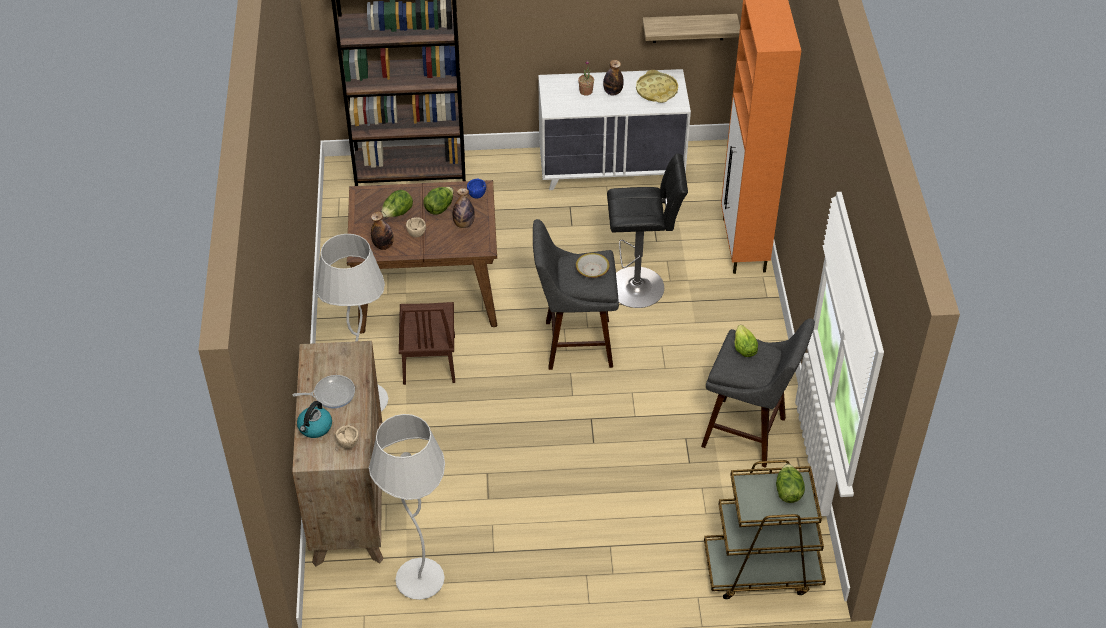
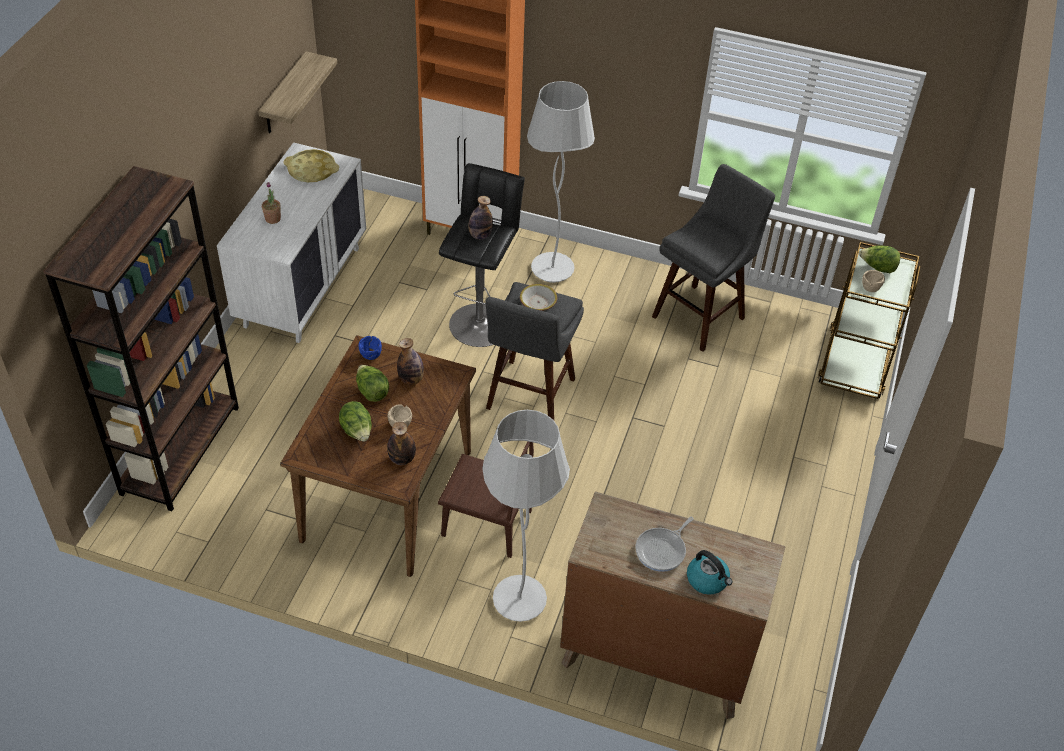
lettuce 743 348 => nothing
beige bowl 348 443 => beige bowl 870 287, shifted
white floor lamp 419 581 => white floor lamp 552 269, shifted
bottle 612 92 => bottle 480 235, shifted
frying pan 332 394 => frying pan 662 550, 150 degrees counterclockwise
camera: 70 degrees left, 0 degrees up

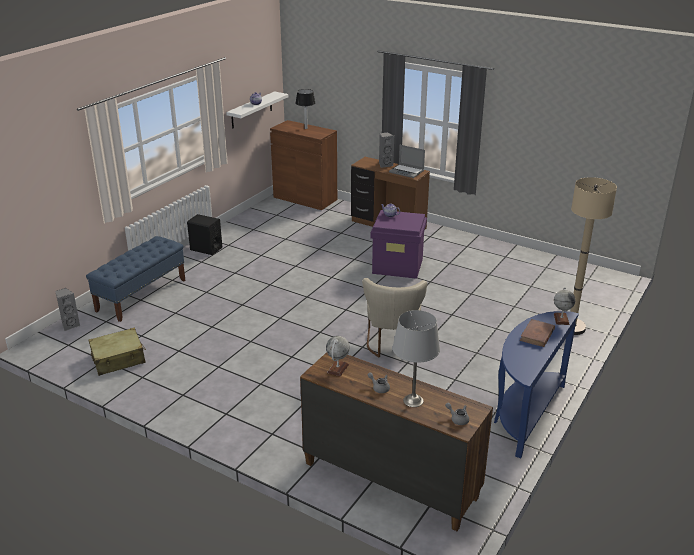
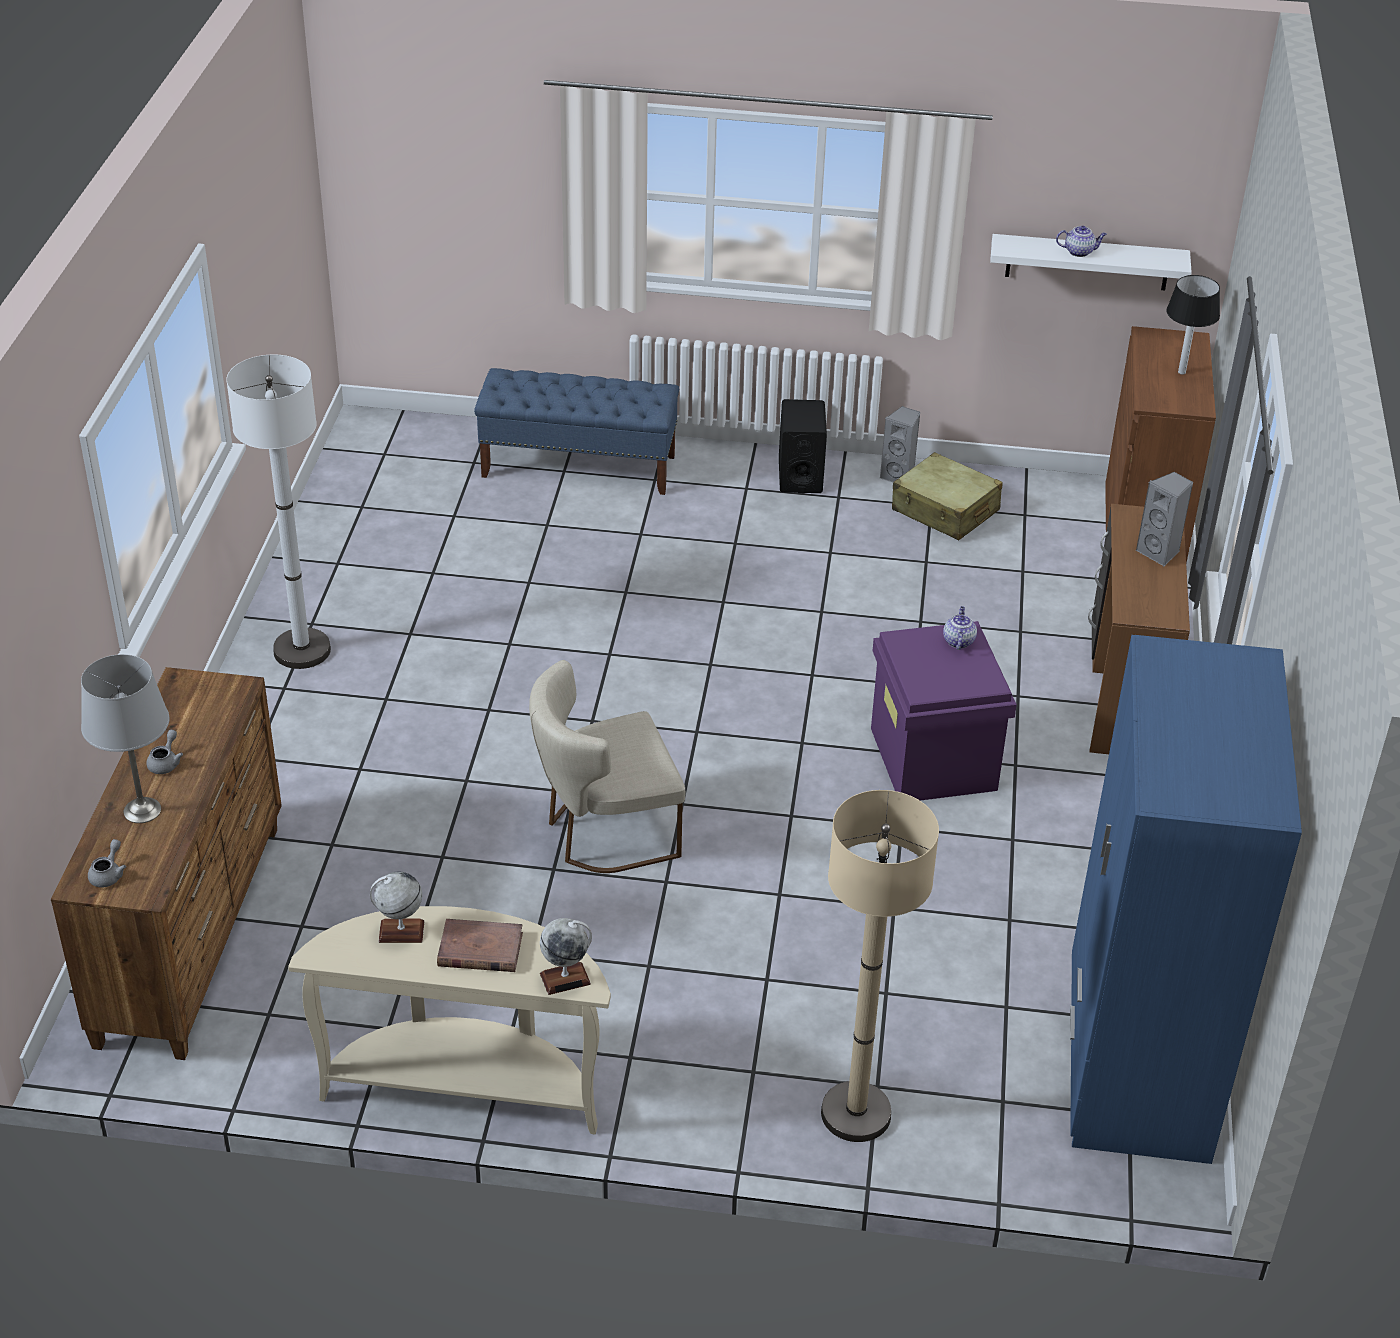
laptop 407 172 => nothing
nothing => white floor lamp 302 650
nothing => blue wardrobe 1136 1059
grey speaker 70 325 => grey speaker 899 476, shifted
beige suitcase 118 359 => beige suitcase 945 511, shifted
globe 337 369 => globe 401 931, shifted
blue console table 525 414 => beige console table 466 1085
camera: 65 degrees right, 10 degrees up

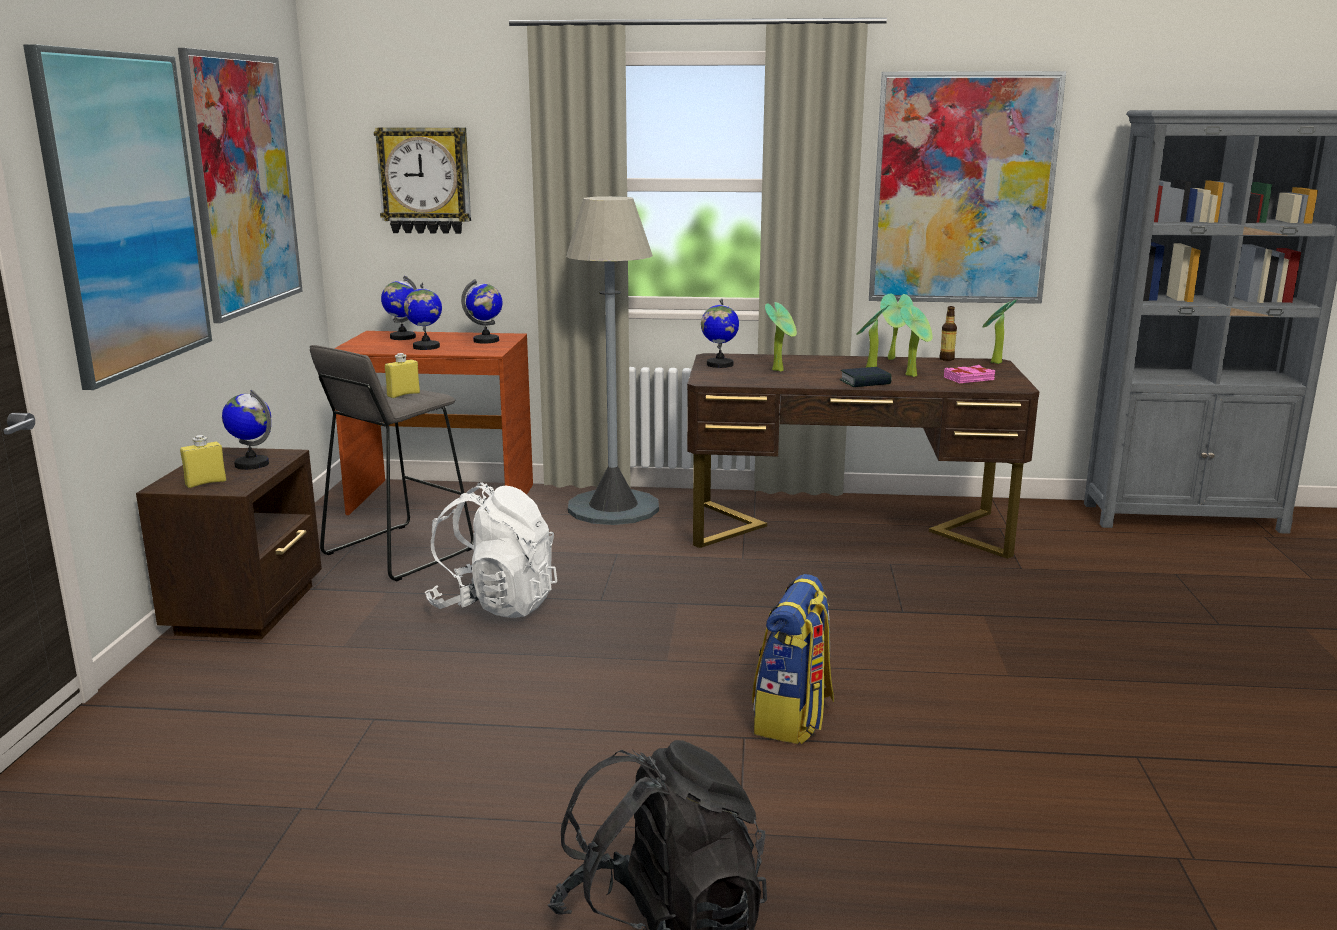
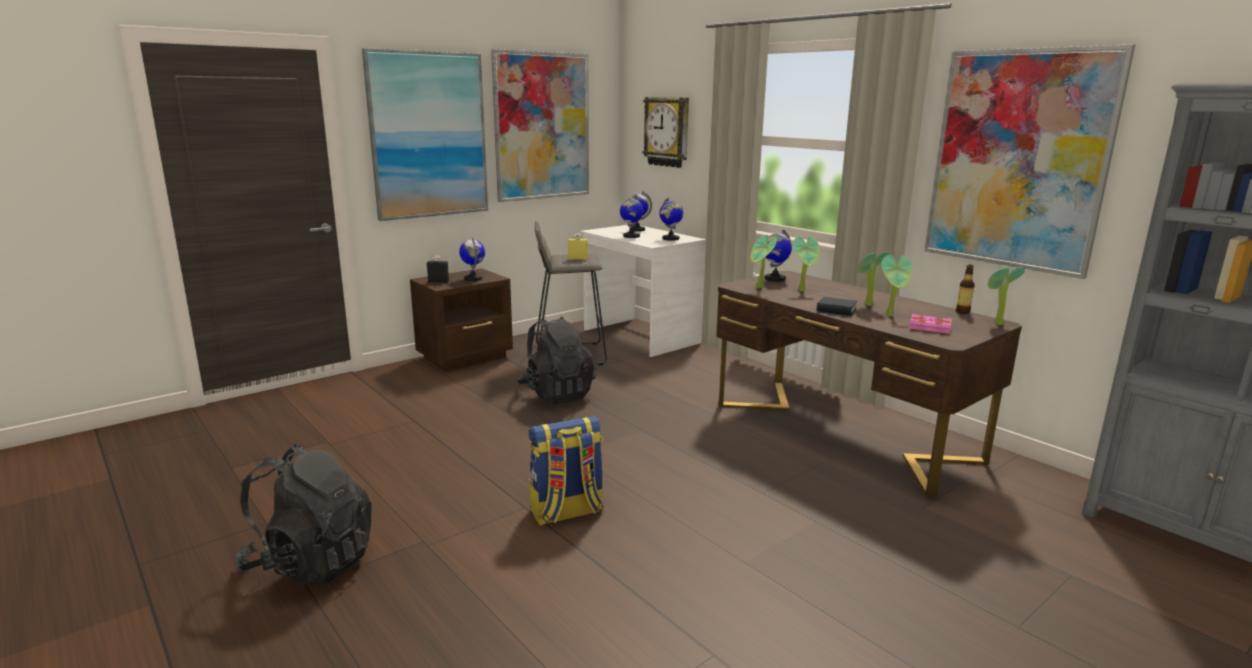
grey floor lamp 613 508 => nothing
potted plant 893 359 => potted plant 759 288, shifted
yellow bottle 205 483 => black bottle 438 281
brown desk 441 500 => white desk 640 336
white backpack 495 605 => black backpack 557 394
camera: 45 degrees right, 0 degrees up

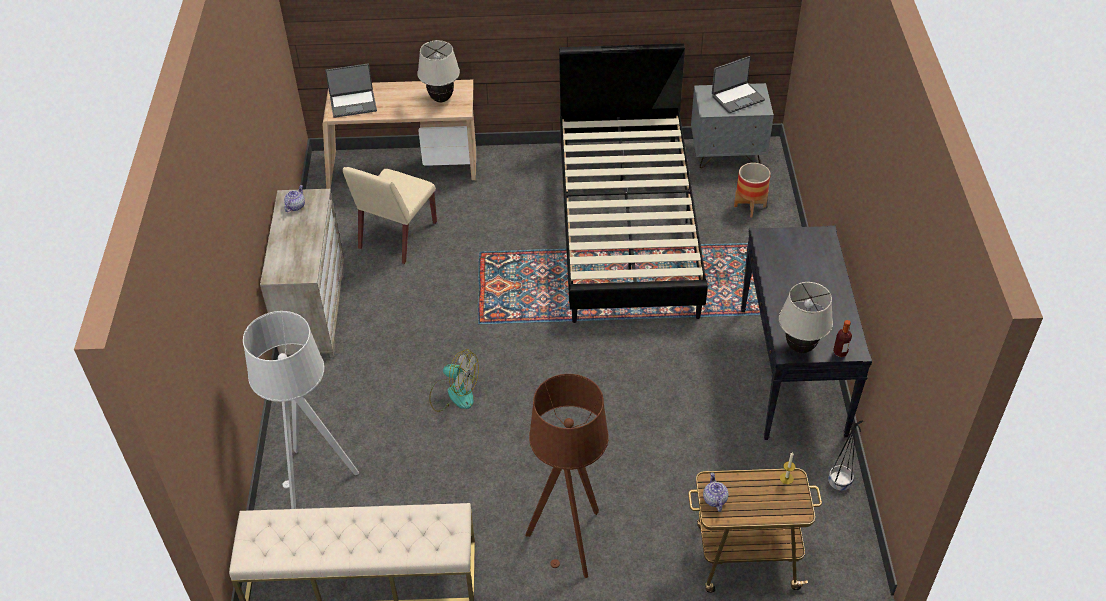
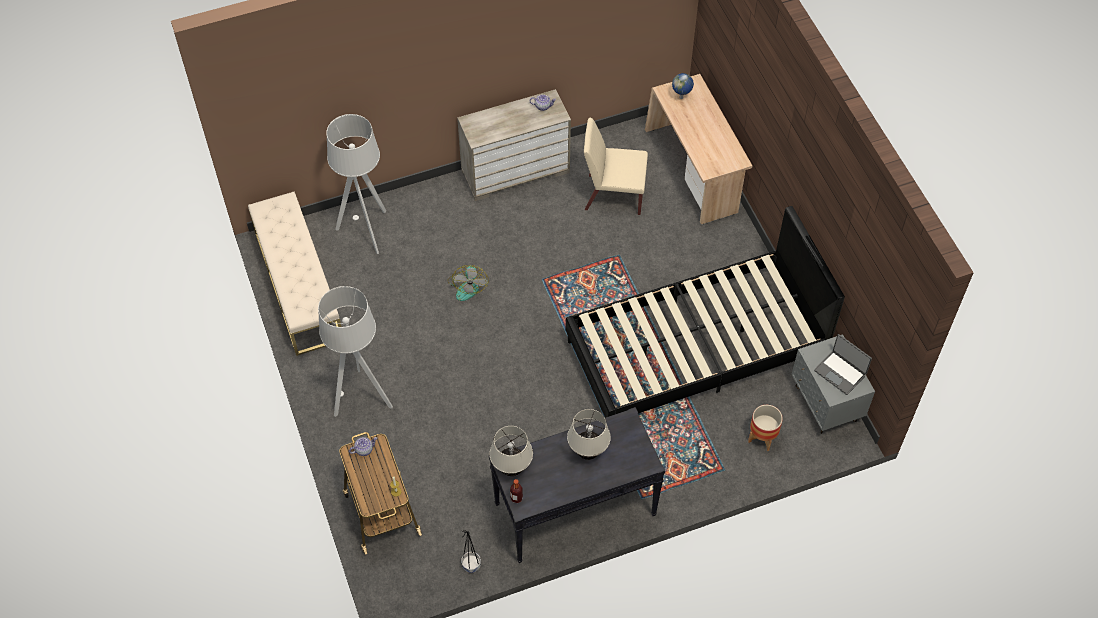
beige table lamp 441 99 => beige table lamp 587 452, shifted
laptop 353 104 => globe 681 98
brown floor lamp 569 541 => grey floor lamp 361 397
camera: 70 degrees right, 10 degrees up

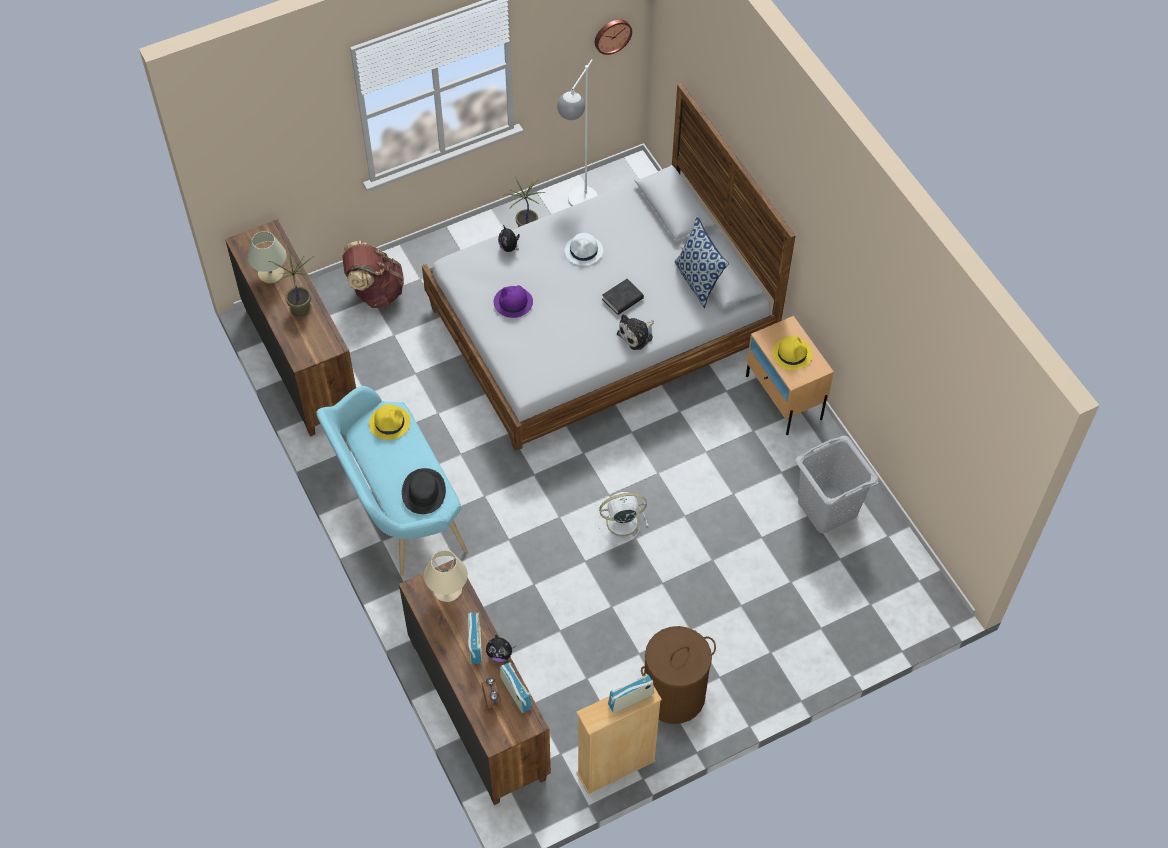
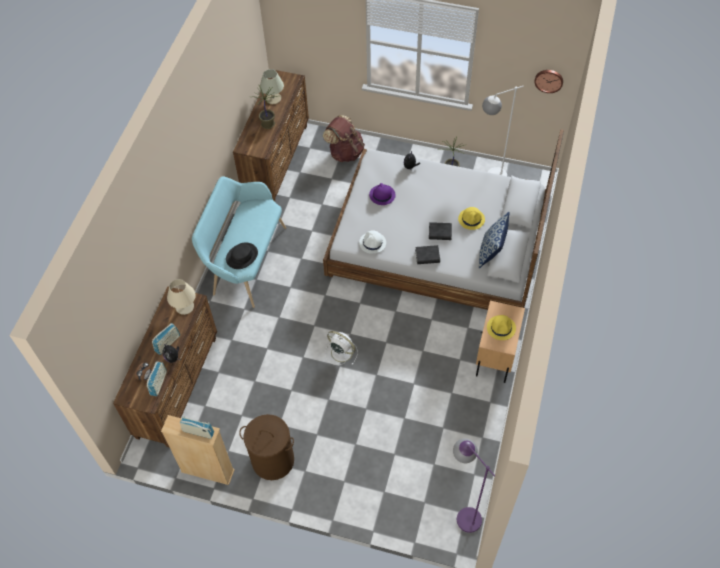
grey laundry basket 827 509 => nothing
nothing => purple floor lamp 463 513
yellow hat 390 423 => yellow hat 471 219, shifted
white hat 584 251 => white hat 372 243, shifted
plush toy 637 335 => black book 427 256
camera: 45 degrees right, 0 degrees up

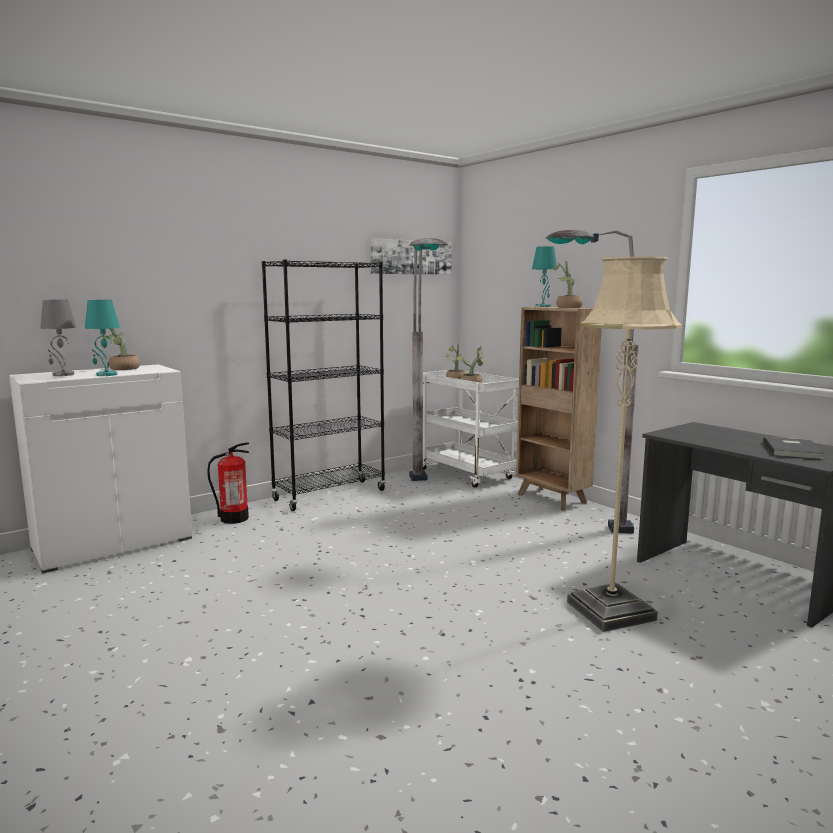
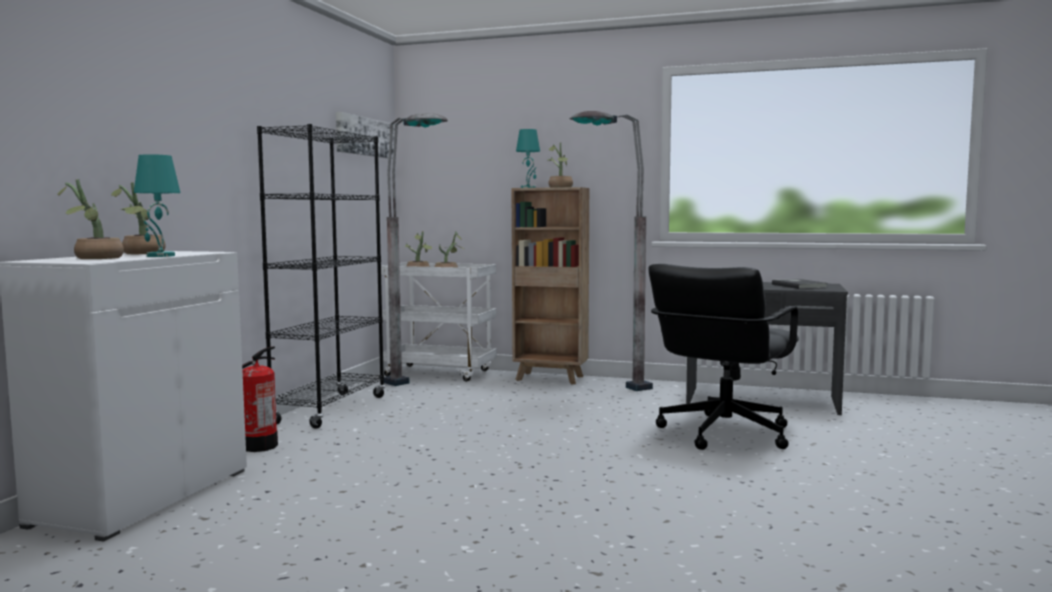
grey table lamp 63 375 => potted plant 93 258
beige floor lamp 610 611 => black office chair 723 433
camera: 35 degrees left, 5 degrees down

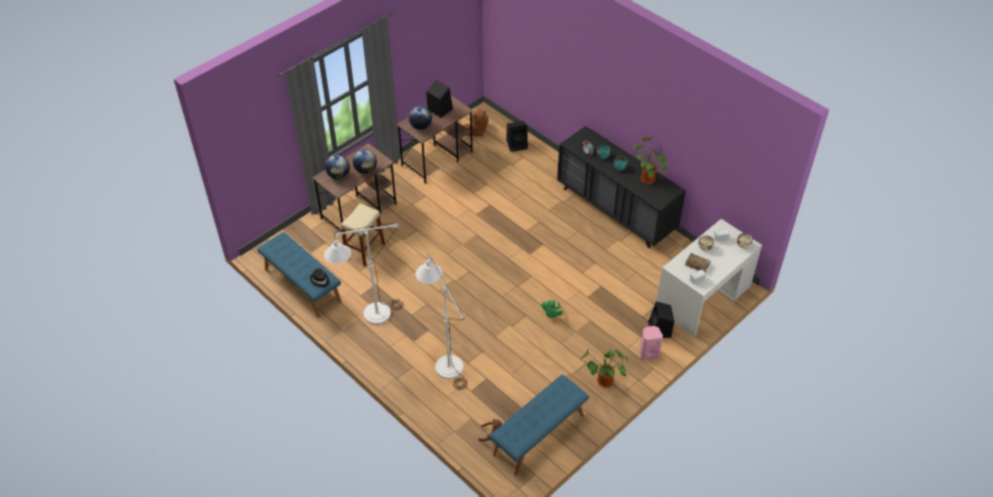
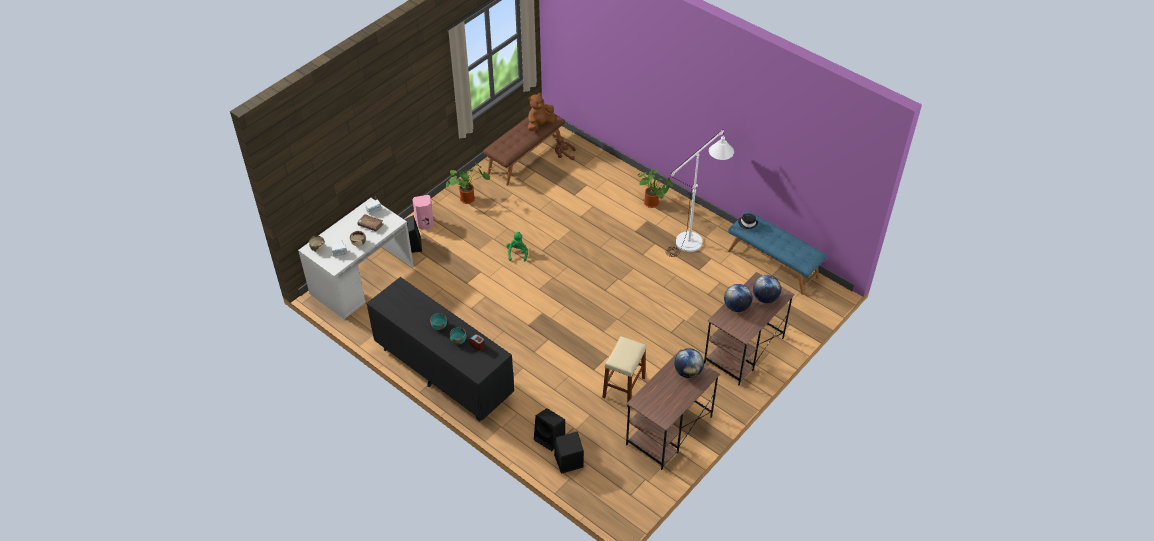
white floor lamp 445 361 => nothing
beige stool 364 250 => beige stool 624 387, shifted
black speaker 439 109 => black speaker 550 438, shifted
brown plush toy 476 132 => brown plush toy 540 124, shifted
potted plant 646 178 => potted plant 653 203, shifted
blue bench 539 435 => brown bench 525 157
camera: 175 degrees right, 0 degrees up

